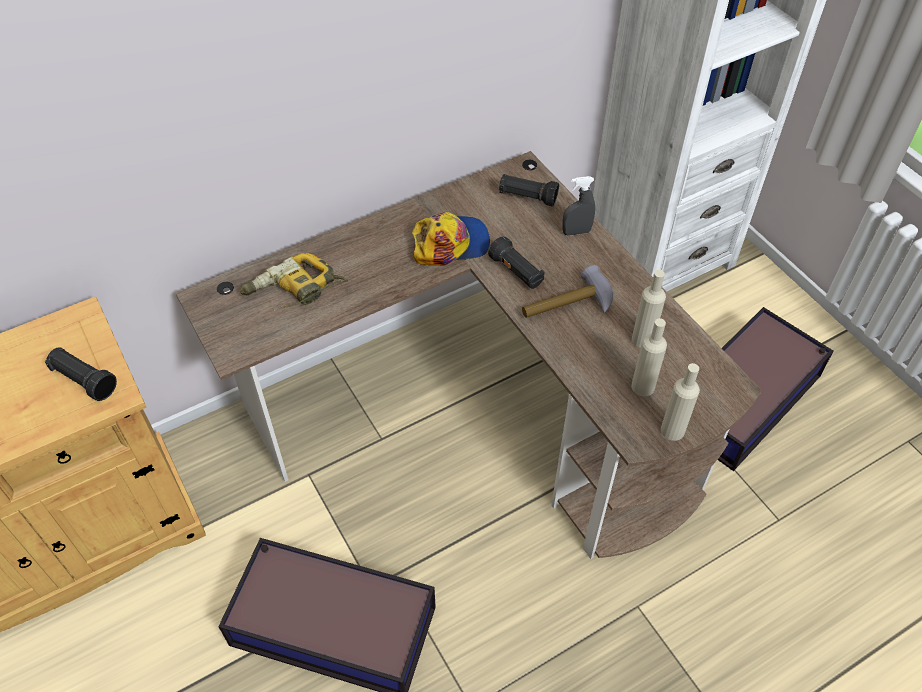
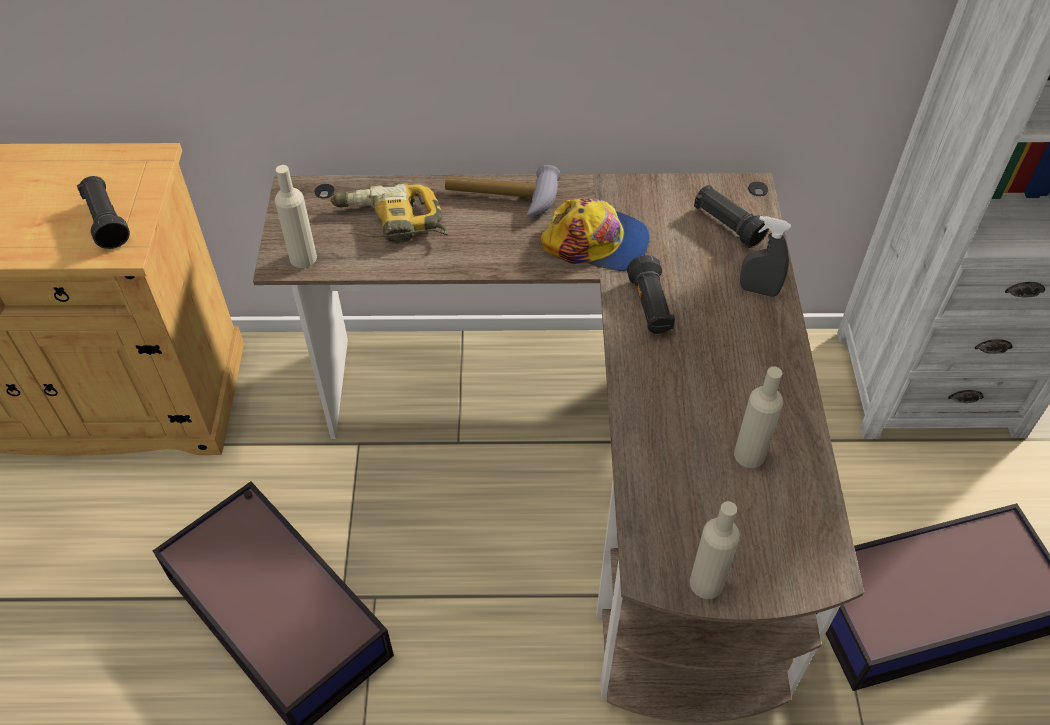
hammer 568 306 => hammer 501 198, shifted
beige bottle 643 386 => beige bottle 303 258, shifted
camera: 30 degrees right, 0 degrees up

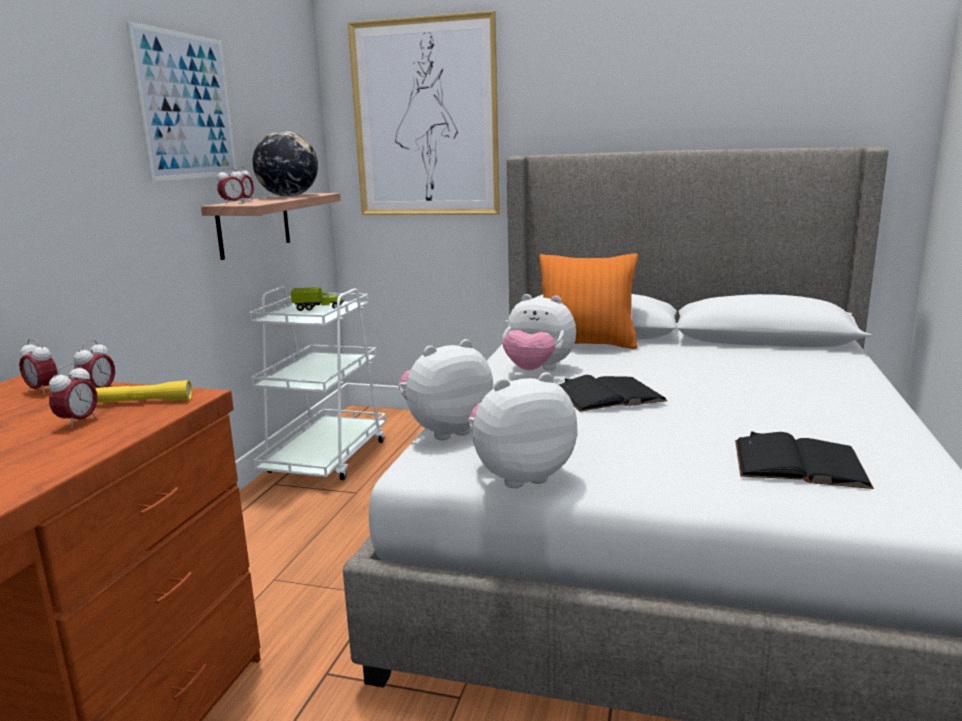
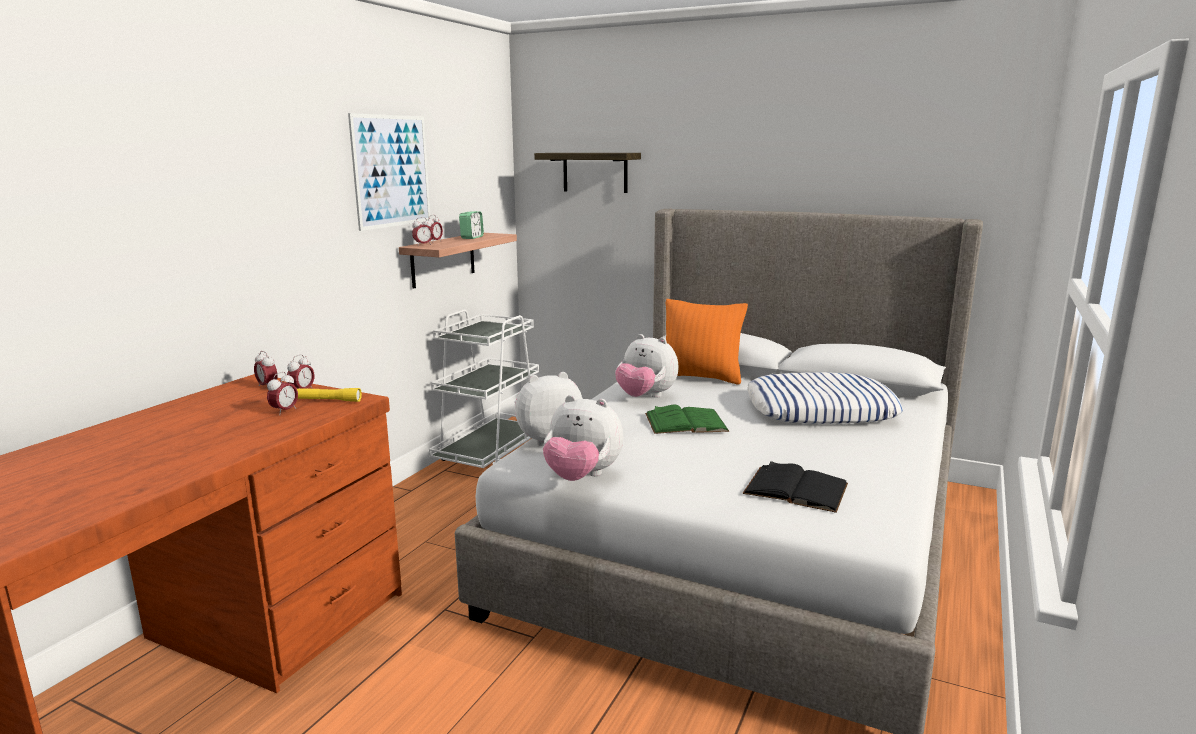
toy truck 319 308 => nothing
nothing => pillow 820 410
globe 288 196 => alarm clock 472 237
picture 425 119 => shelf 595 172
black book 608 395 => green book 685 422
plush toy 519 476 => plush toy 582 477, 150 degrees counterclockwise
camera: 10 degrees right, 0 degrees up

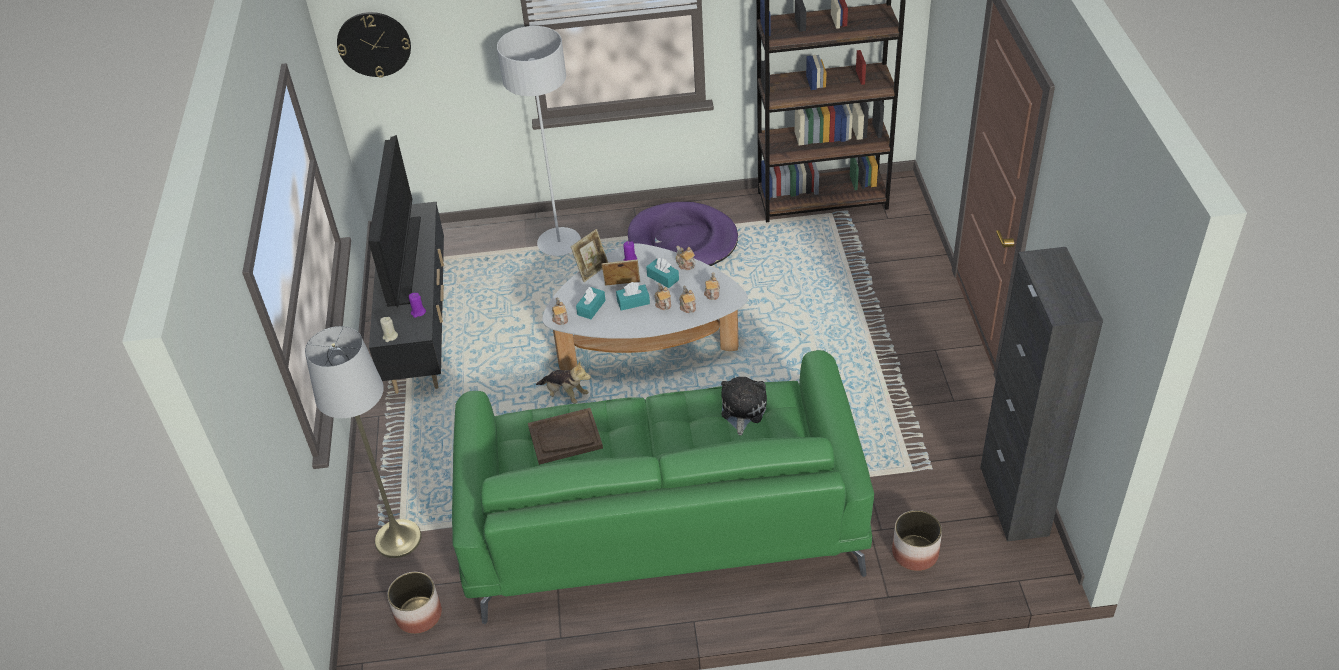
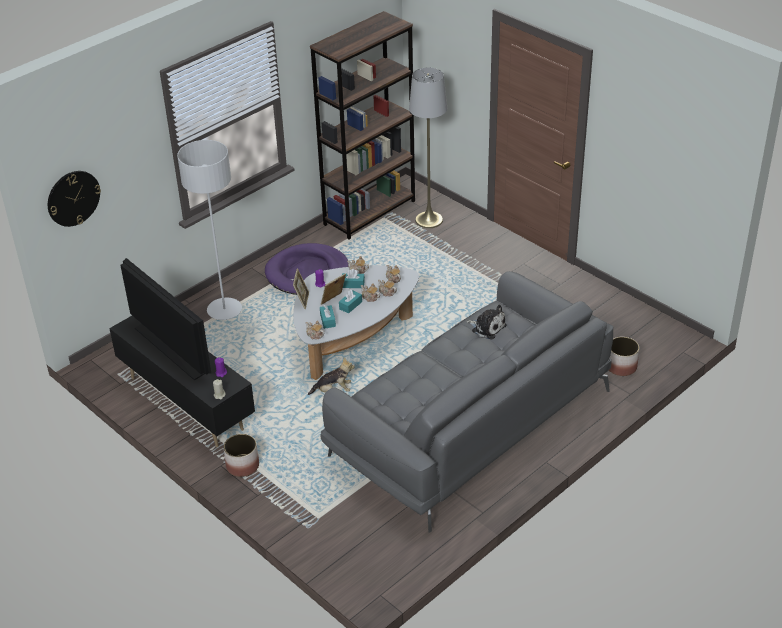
brown tray 565 438 => nothing
black cabinet 1013 501 => nothing
grey floor lamp 398 538 => grey floor lamp 429 220, shifted
planter 418 615 => planter 242 466, shifted
green sofa 660 518 => grey sofa 469 424
plush toy 742 410 => plush toy 487 327, 150 degrees clockwise
camera: 40 degrees left, 5 degrees down

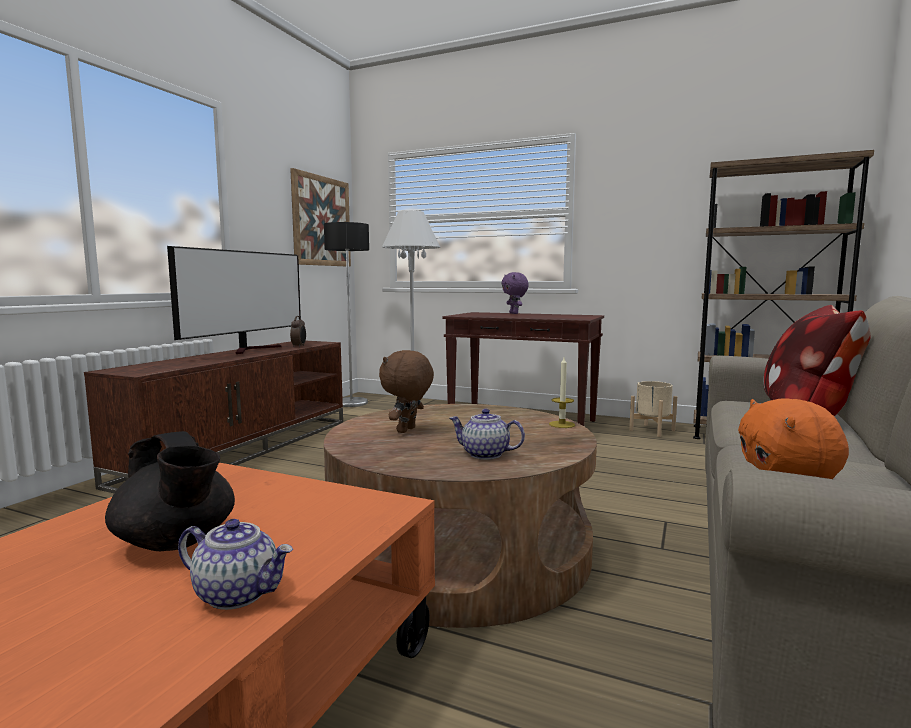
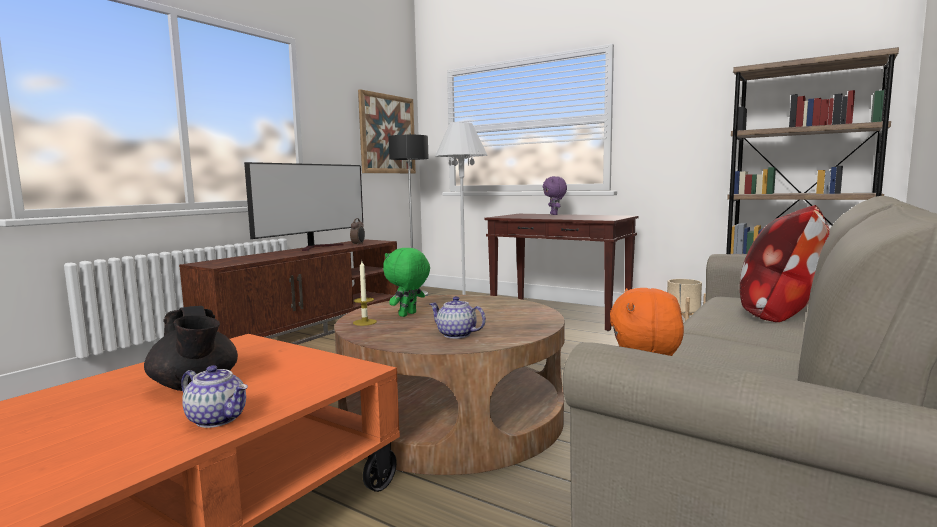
candle 562 424 => candle 364 322, shifted
brown plush toy 407 430 => green plush toy 408 315
camera: 10 degrees right, 0 degrees up

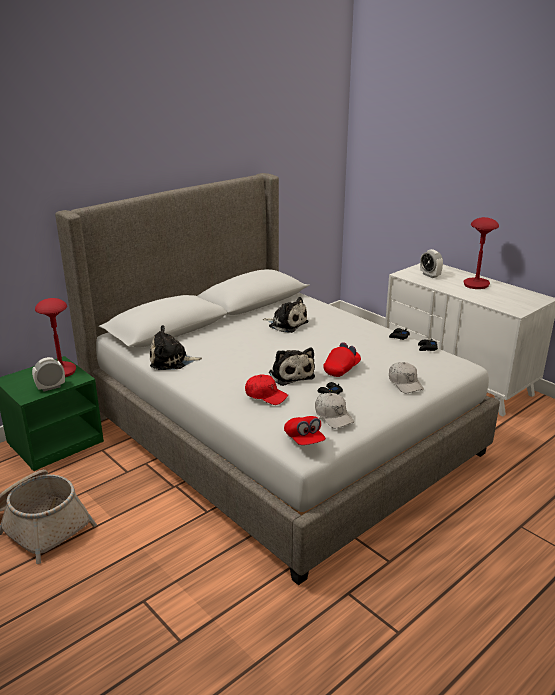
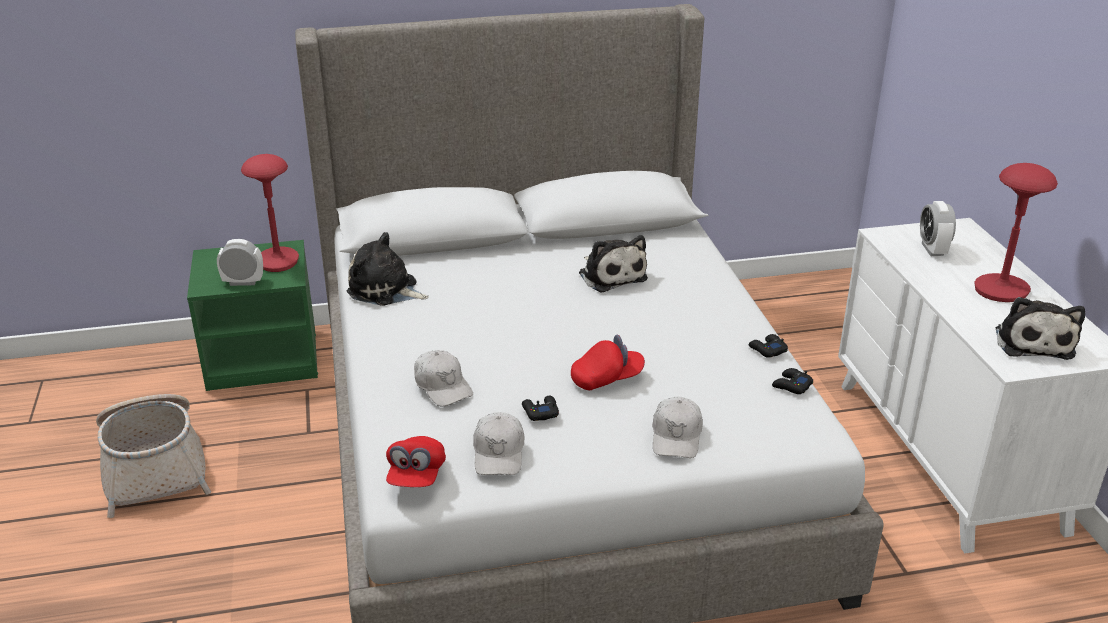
plush toy 290 374 => plush toy 1033 341, shifted
red cap 266 395 => white cap 443 386
camera: 30 degrees right, 5 degrees up

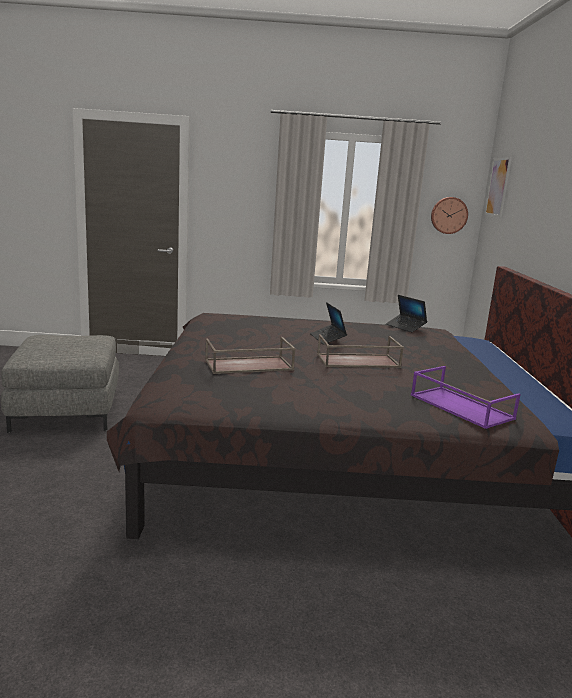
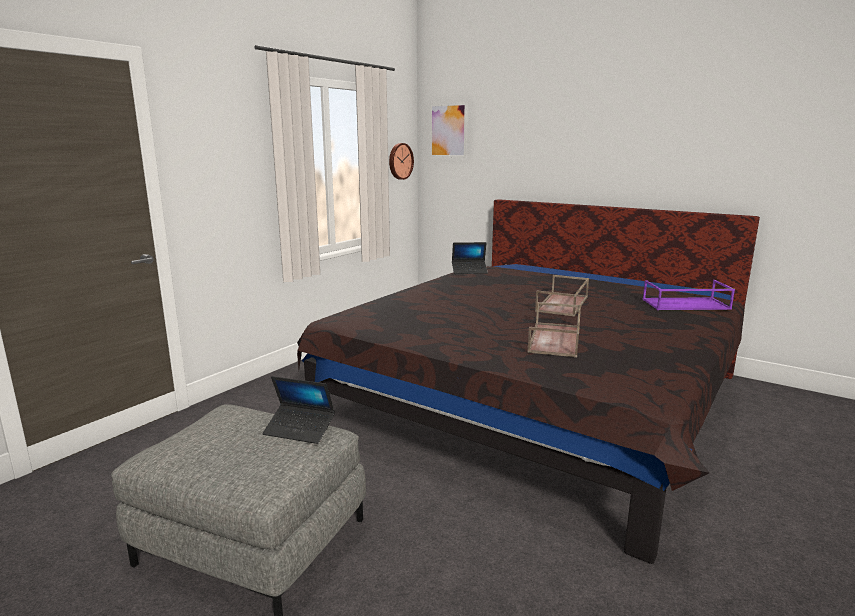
laptop 327 339 => laptop 299 430, shifted
camera: 55 degrees left, 0 degrees up

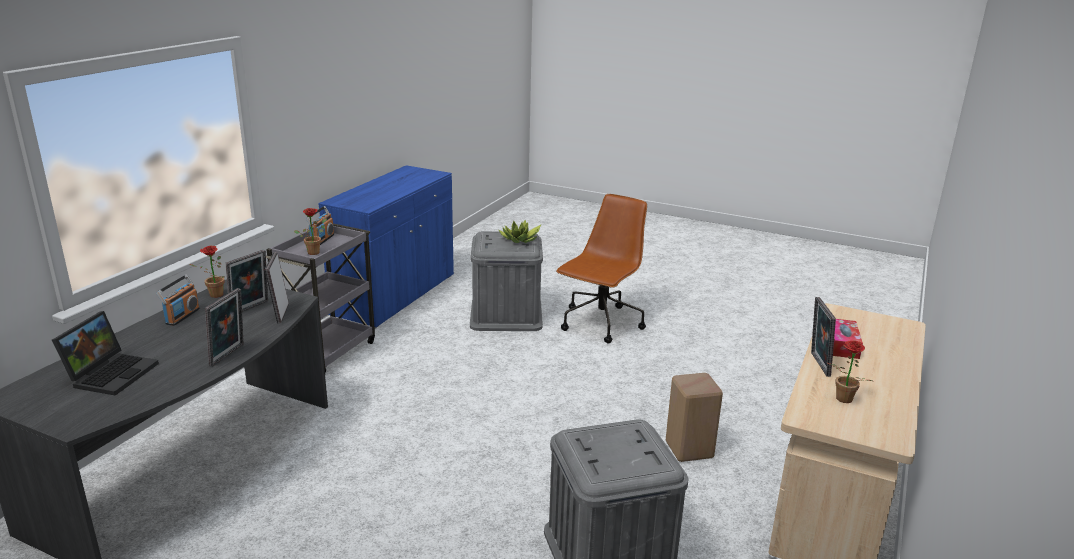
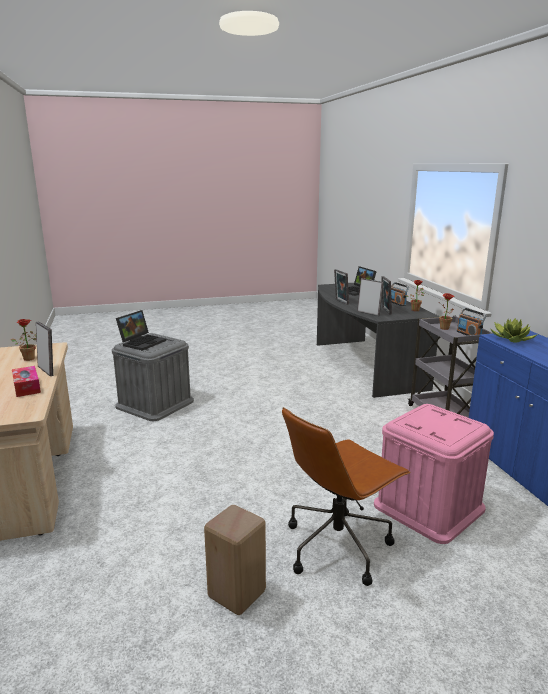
nothing => laptop 142 342
potted plant 520 240 => potted plant 511 339, shifted
beige stool 687 449 => beige stool 238 594, shifted
grey storage box 506 314 => pink storage box 428 507
brown office chair 600 324 => brown office chair 338 545, 60 degrees clockwise
camera: 140 degrees right, 5 degrees down

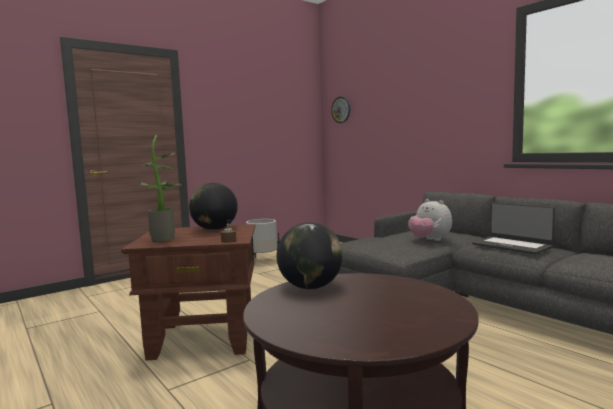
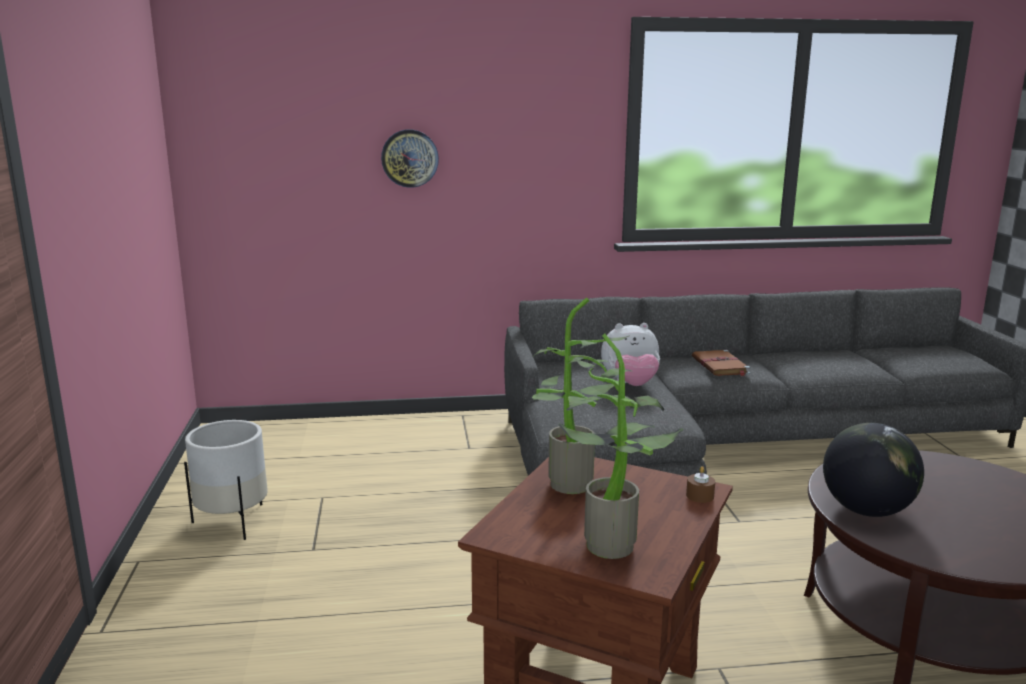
wall clock 341 110 => wall clock 410 158, shifted
globe 215 229 => potted plant 569 487
laptop 512 245 => brown book 720 366
camera: 60 degrees left, 10 degrees up

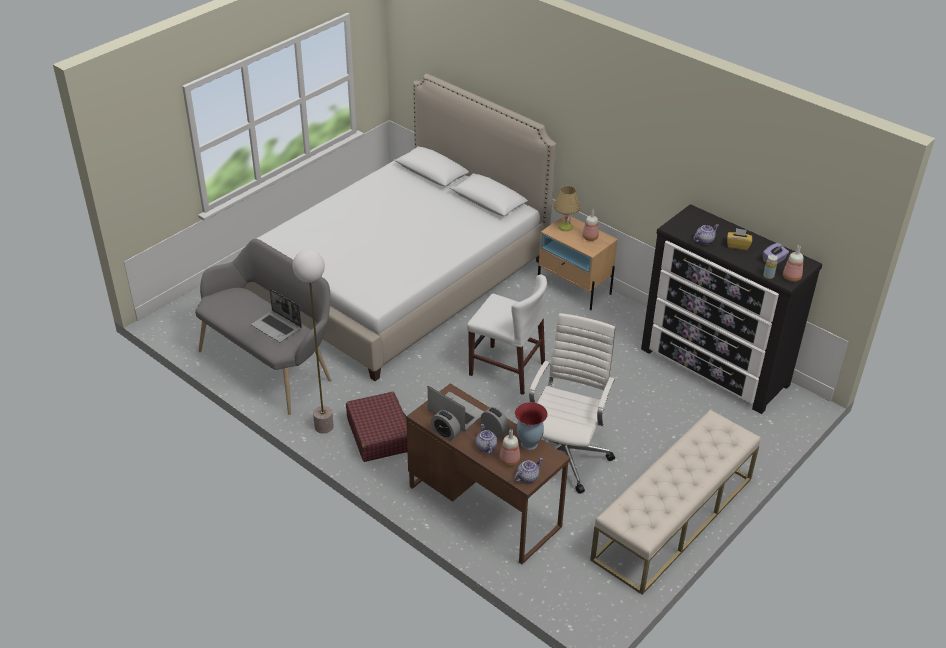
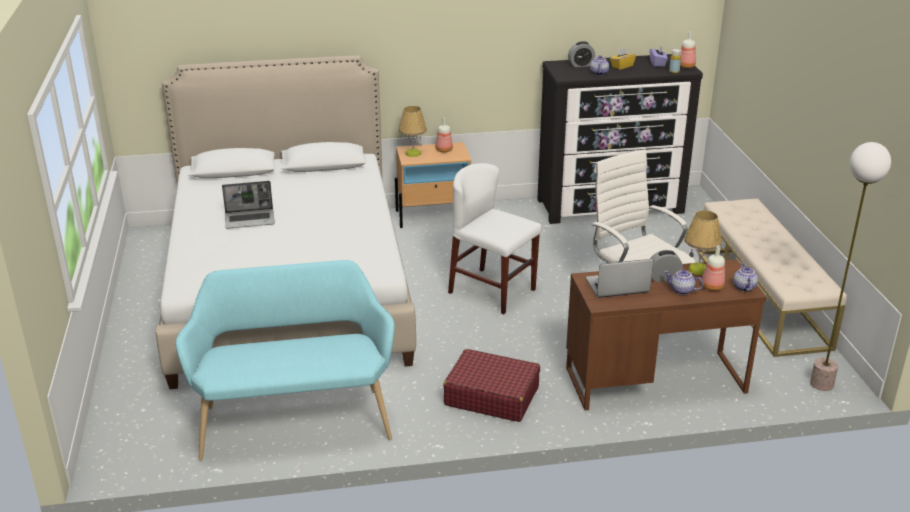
laptop 277 327 => laptop 250 219, shifted
floor lamp 323 426 => floor lamp 821 384, shifted
alarm clock 445 433 => alarm clock 581 65, shifted
vase 528 443 => table lamp 699 269
grey bench 271 364 => turquoise bench 295 418
white chair 506 369 => white chair 492 291, 120 degrees counterclockwise
camera: 50 degrees left, 10 degrees down

